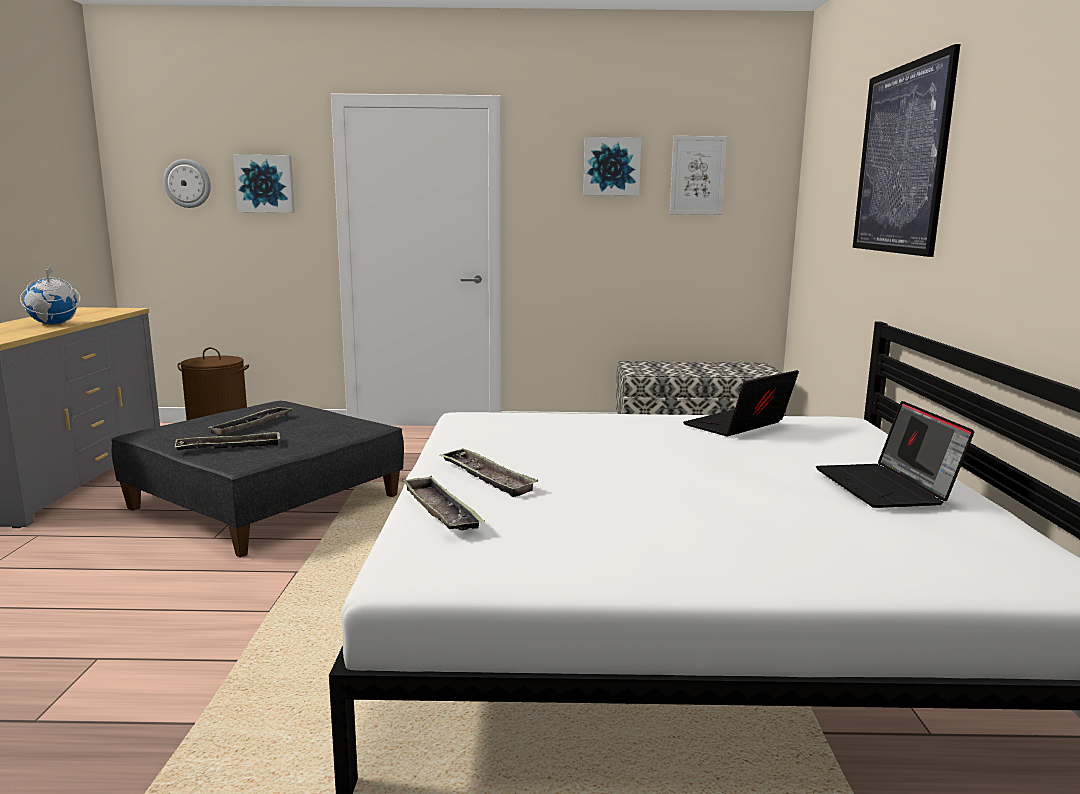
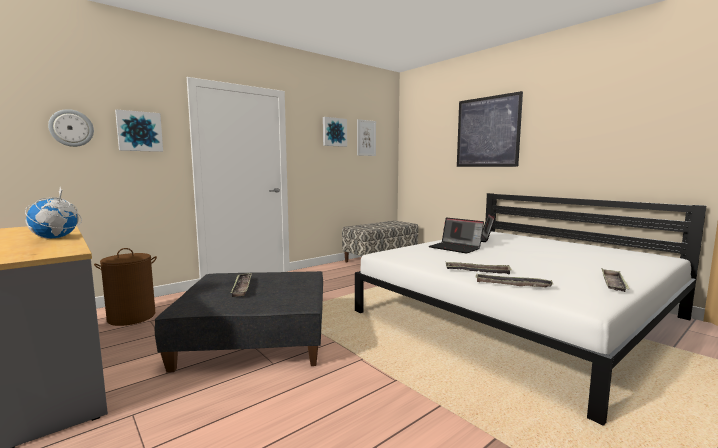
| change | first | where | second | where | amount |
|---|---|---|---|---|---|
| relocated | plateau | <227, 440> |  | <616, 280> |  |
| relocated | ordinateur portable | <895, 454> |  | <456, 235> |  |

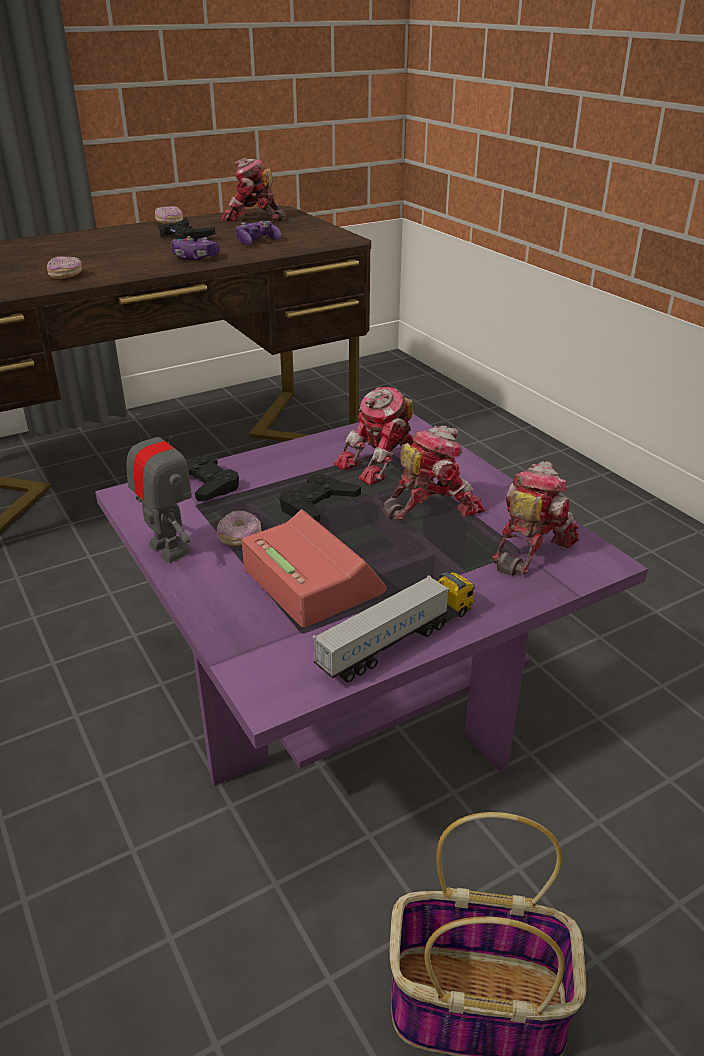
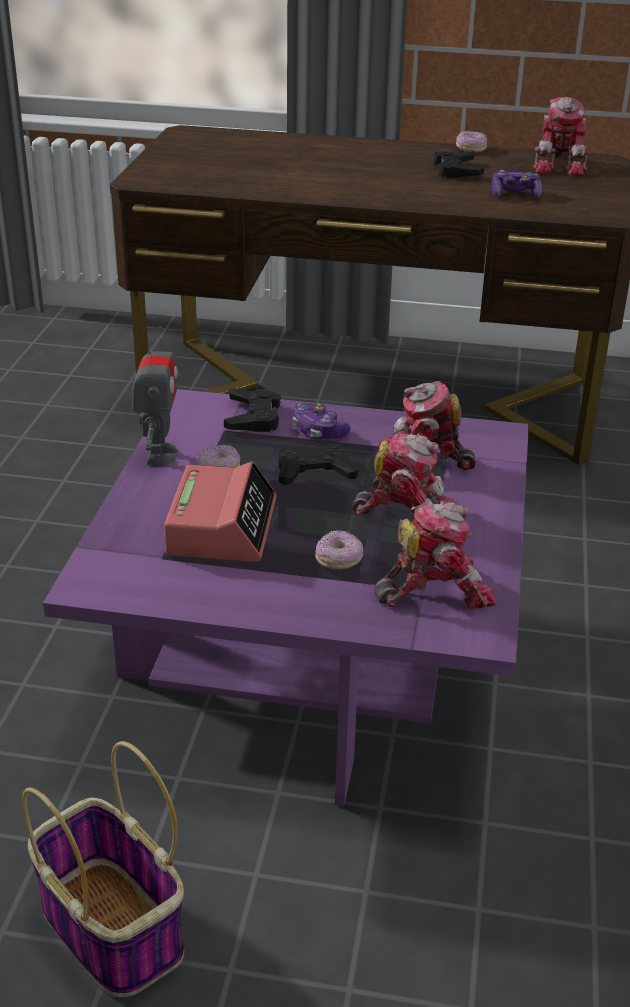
| change | first | where | second | where | amount |
|---|---|---|---|---|---|
| relocated | beignet | <64, 267> |  | <339, 550> |  |
| relocated | manette | <195, 248> |  | <322, 421> |  |
| spun | robot jouet | <253, 190> |  | <561, 136> | 135 degrees counterclockwise |
| missing | camion jouet | <393, 627> |  |  |  |

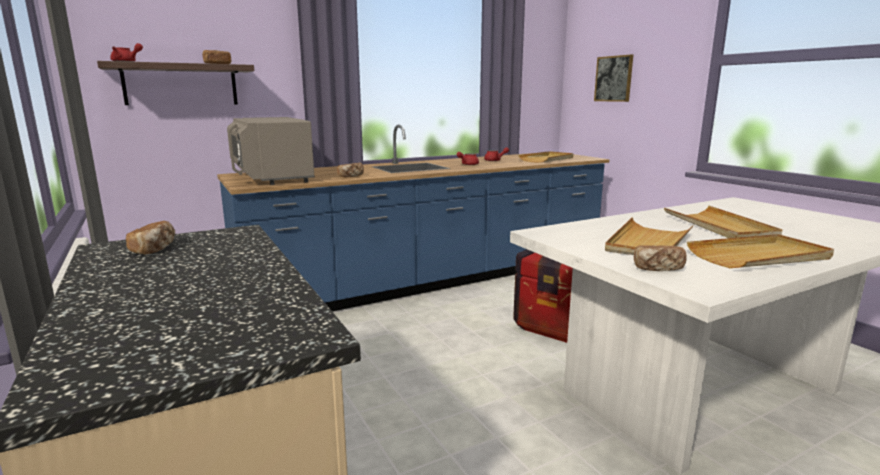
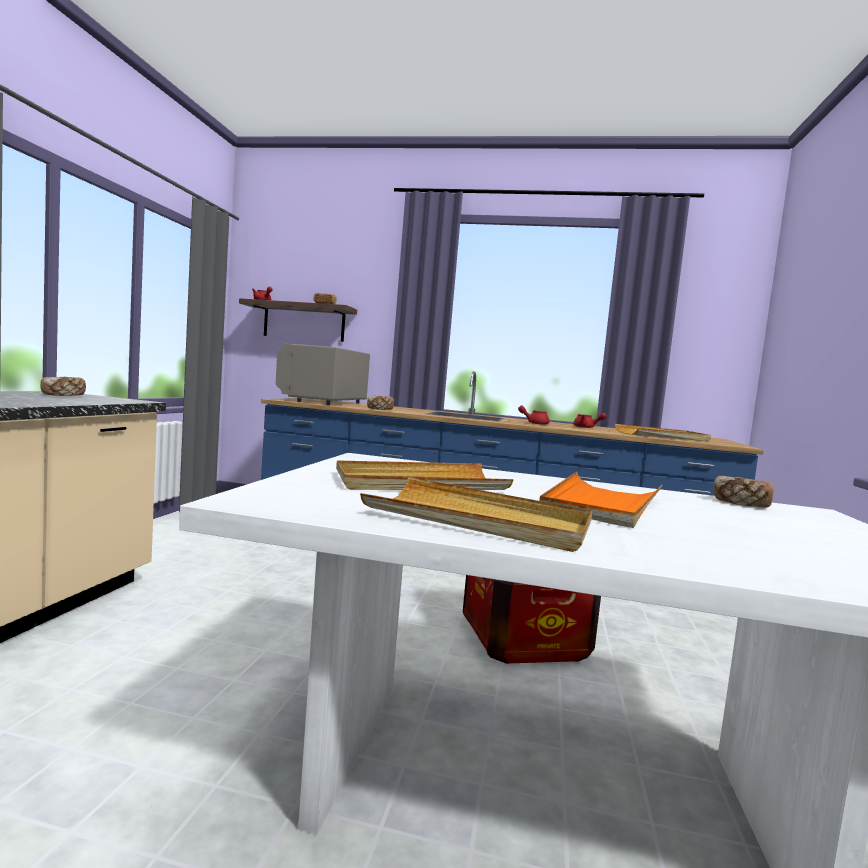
| change | first | where | second | where | amount |
|---|---|---|---|---|---|
| missing | tableau | <613, 78> |  |  |  |
| relocated | pain | <660, 258> |  | <743, 492> |  |
| colour | plateau [beige] | <723, 222> | plateau [orange] | <600, 500> |  |

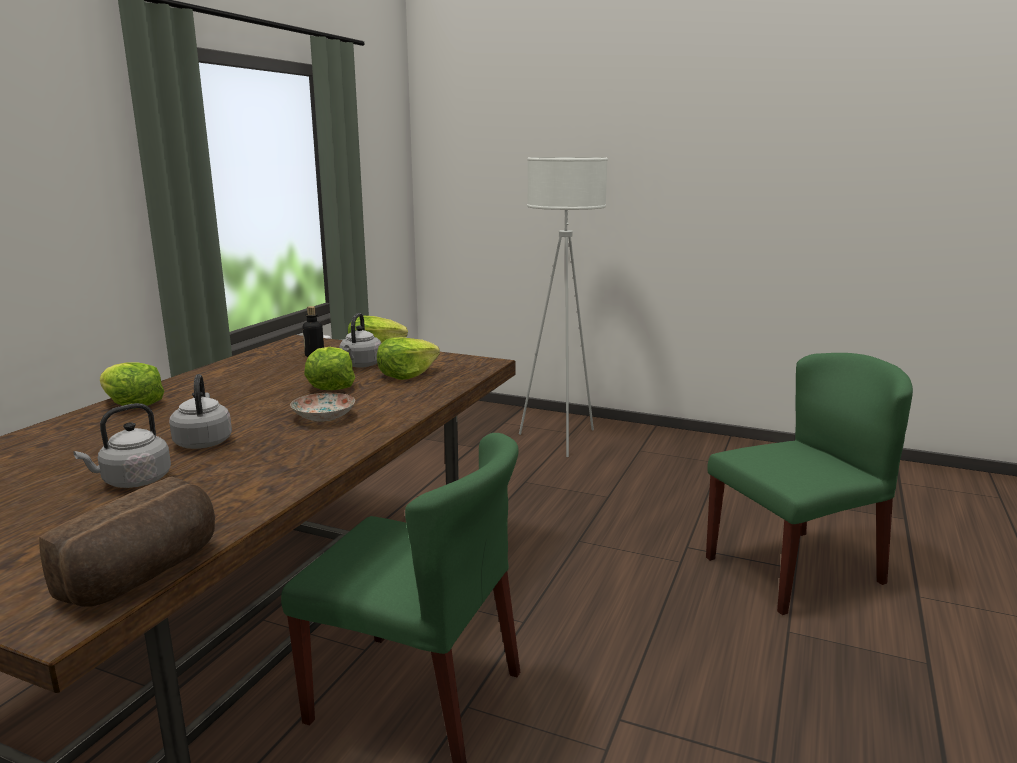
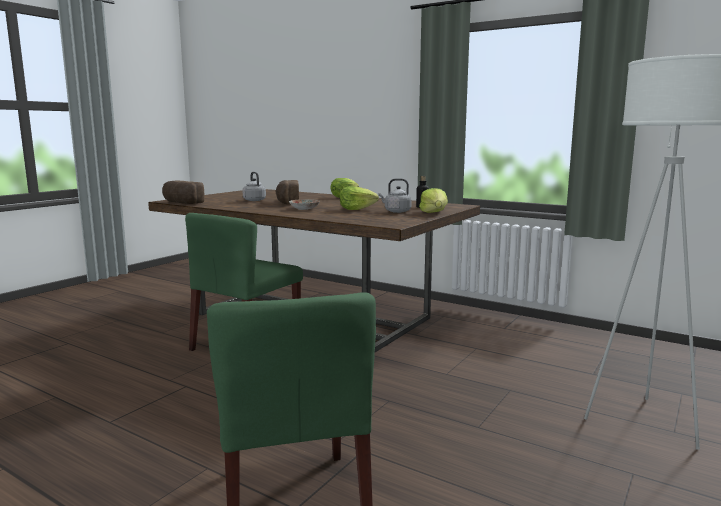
| change | first | where | second | where | amount |
|---|---|---|---|---|---|
| exchanged | bouilloire [gris] | <200, 411> | pain | <287, 192> |  |
| missing | laitue | <408, 358> |  |  |  |

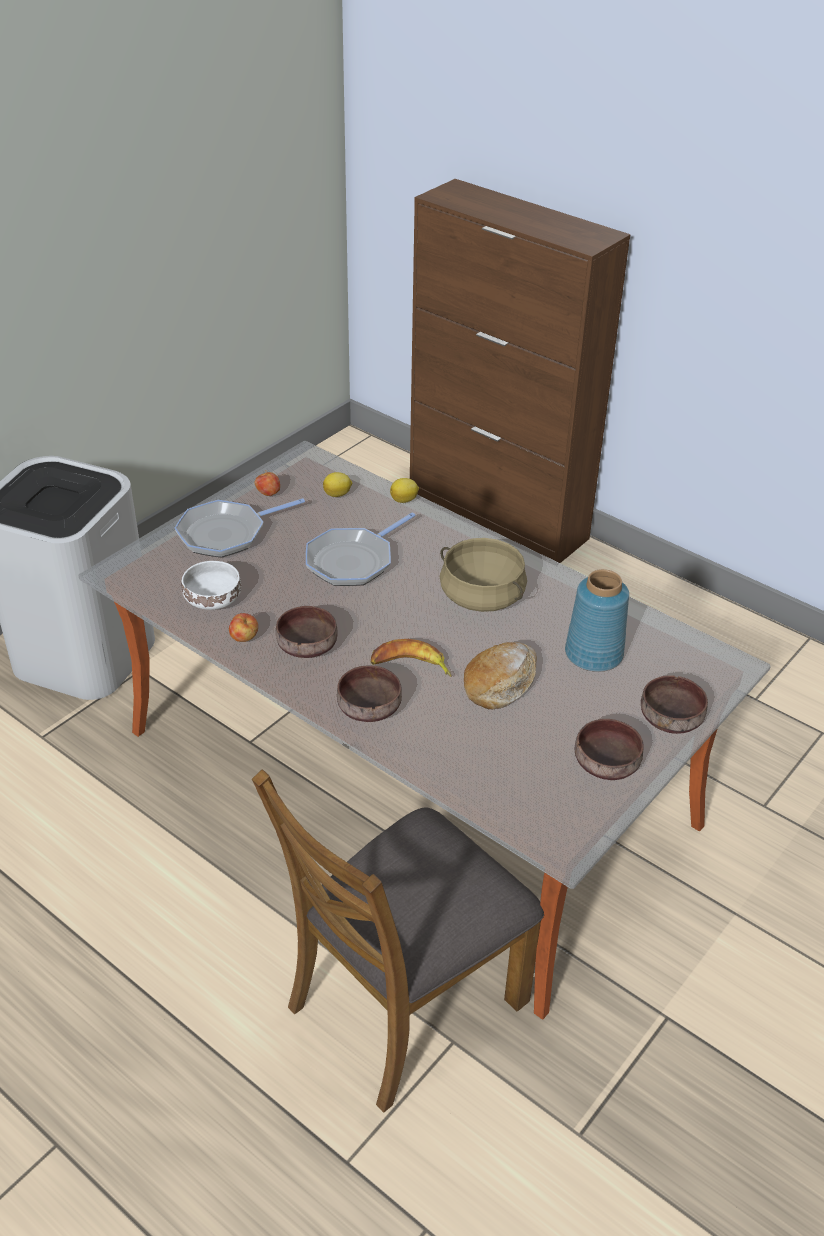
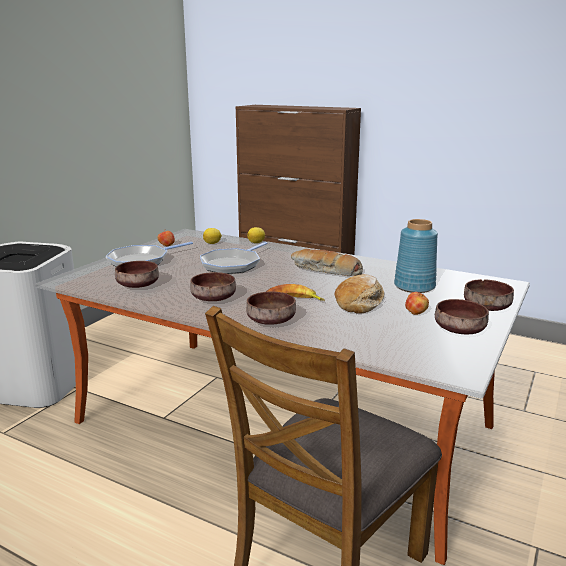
| change | first | where | second | where | amount |
|---|---|---|---|---|---|
| colour | bol [blanc] | <211, 585> | bol [marron] | <137, 274> |  |
| relocated | pomme | <243, 627> |  | <417, 303> |  |
| exchanged | marmite [beige] | <483, 575> | pain | <327, 262> |  |

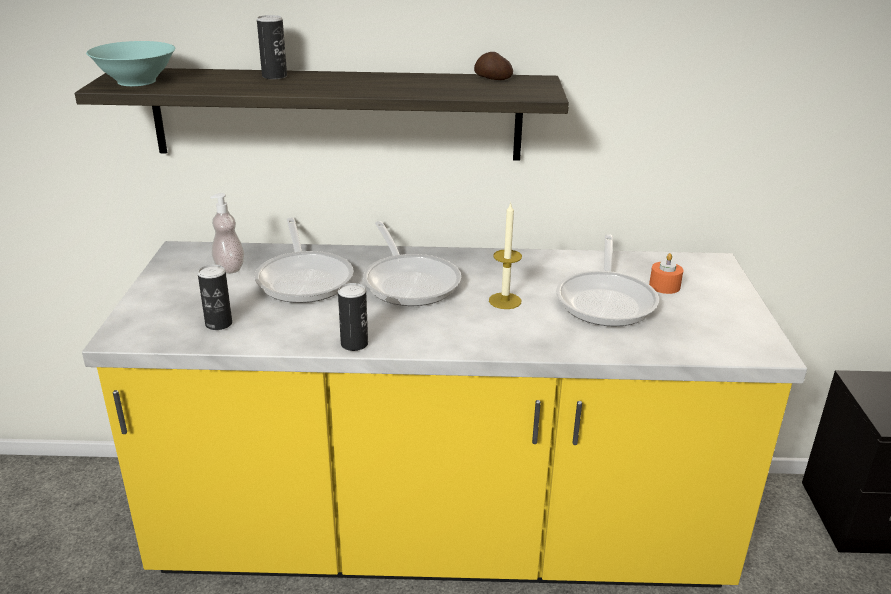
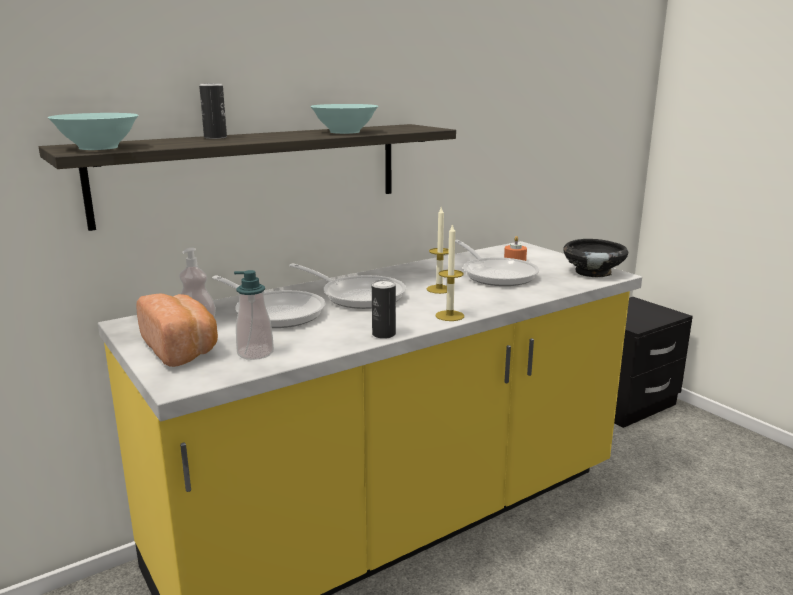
| change | first | where | second | where | amount |
|---|---|---|---|---|---|
| exchanged | boîte métallique | <215, 297> | distributeur de savon | <254, 315> |  |
| missing | pomme de terre | <493, 66> |  |  |  |
| appeared |  |  | pain | <177, 330> |  |
| appeared |  |  | bol [turquoise] | <344, 119> |  |
| appeared |  |  | bougie | <449, 272> |  |
| appeared |  |  | bol [noir] | <595, 258> |  |

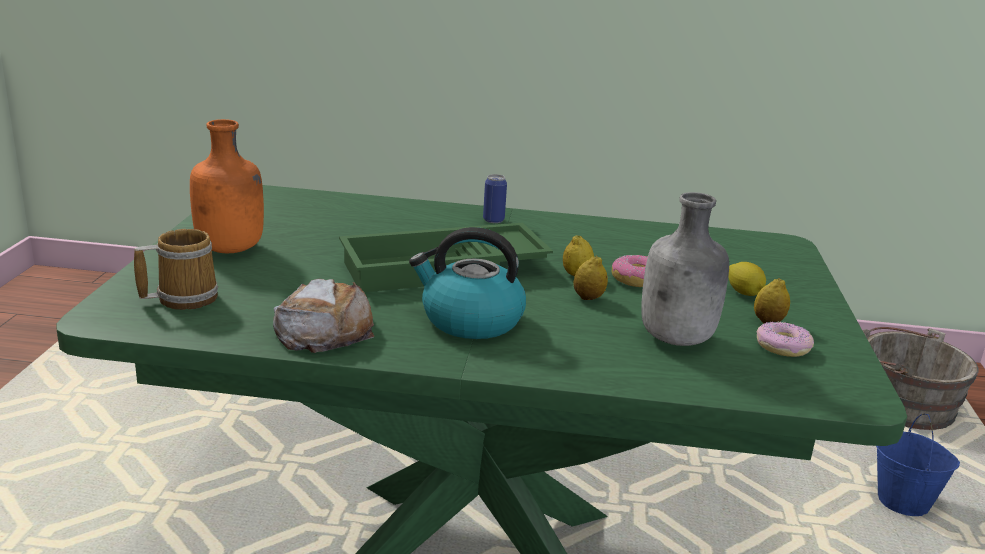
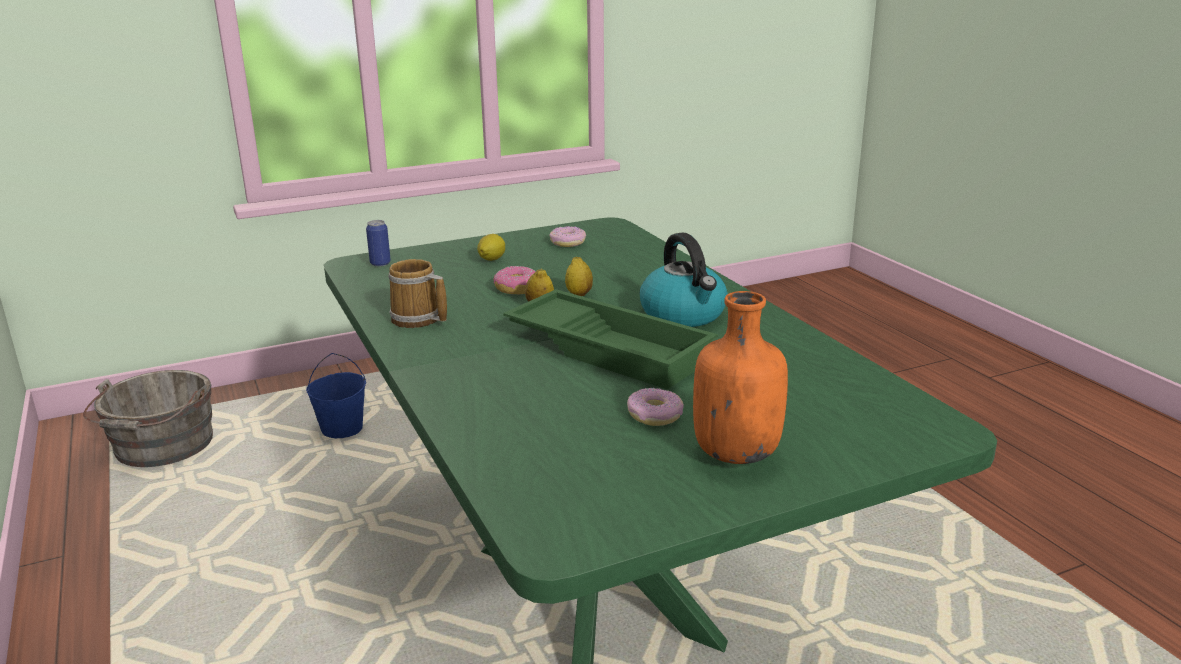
| change | first | where | second | where | amount |
|---|---|---|---|---|---|
| relocated | mug | <176, 269> |  | <417, 293> |  |
| missing | pain | <323, 316> |  |  |  |
| relocated | boîte métallique | <495, 198> |  | <378, 243> |  |
| missing | bouteille [gris] | <685, 269> |  |  |  |
| missing | citron | <772, 300> |  |  |  |
| appeared |  |  | beignet | <655, 407> |  |

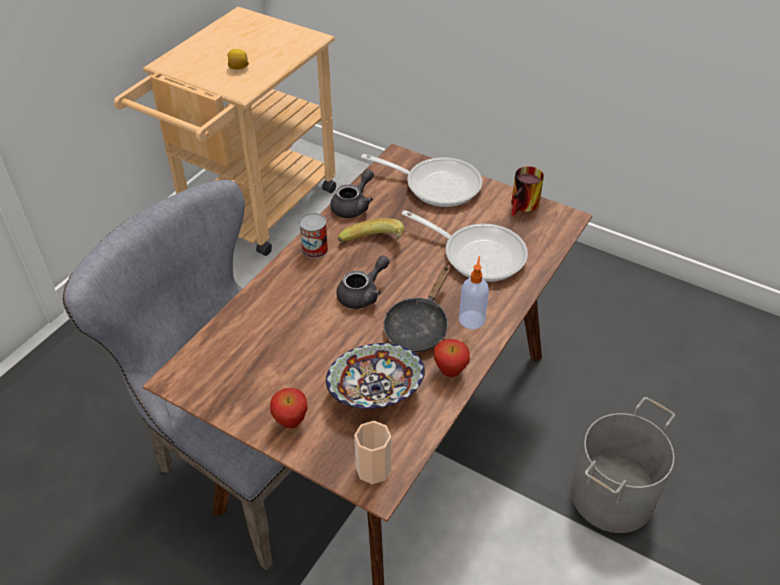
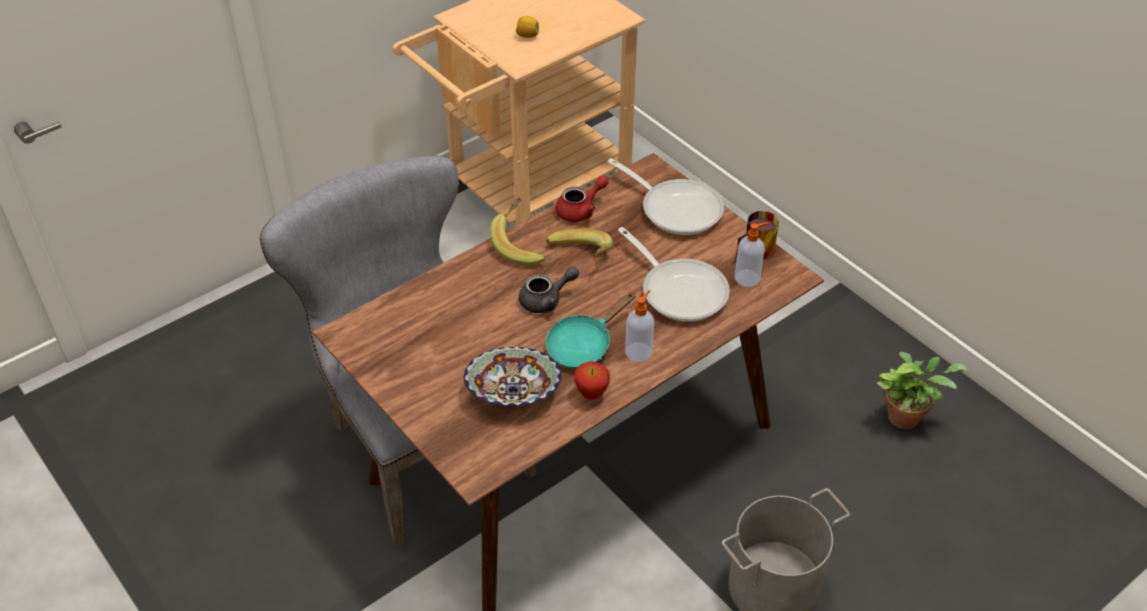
| change | first | where | second | where | amount |
|---|---|---|---|---|---|
| missing | pomme | <289, 408> |  |  |  |
| exchanged | boîte métallique | <313, 235> | banane | <518, 231> |  |
| colour | théière [gris] | <352, 193> | théière [rouge] | <582, 199> |  |
| missing | tasse | <372, 452> |  |  |  |
| colour | poêle [noir] | <417, 308> | poêle [turquoise] | <591, 330> |  |
| appeared |  |  | distributeur de savon | <751, 254> |  |
| appeared |  |  | plante en pot | <923, 390> |  |

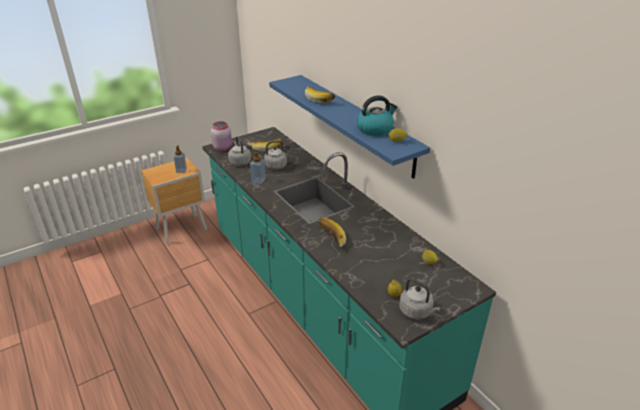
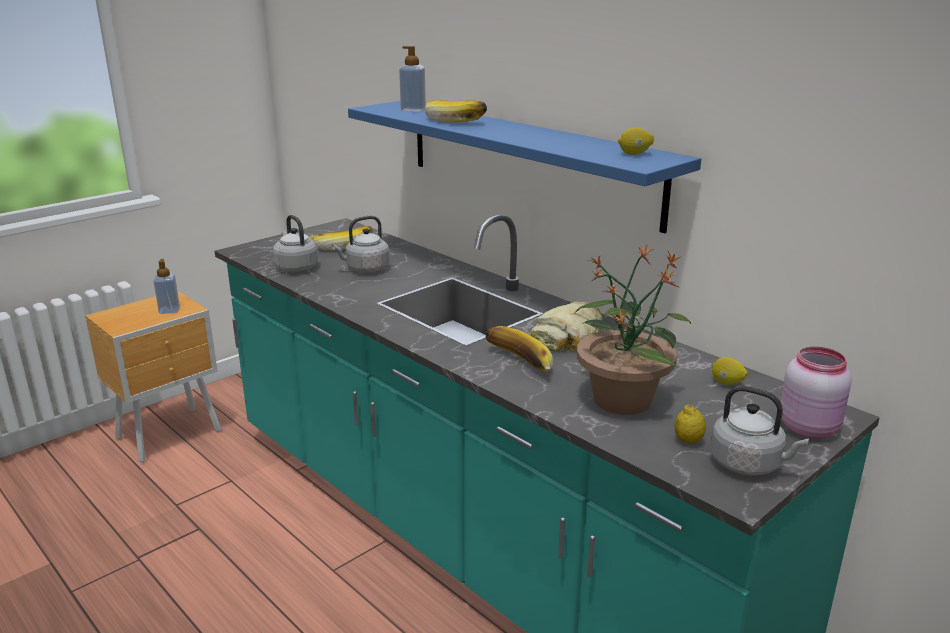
| change | first | where | second | where | amount |
|---|---|---|---|---|---|
| relocated | bocal [rose] | <221, 136> |  | <816, 392> |  |
| relocated | distributeur de savon | <258, 168> |  | <412, 79> |  |
| missing | bouilloire | <377, 115> |  |  |  |
| appeared |  |  | pain | <566, 326> |  |
| appeared |  |  | plante en pot | <633, 330> |  |

